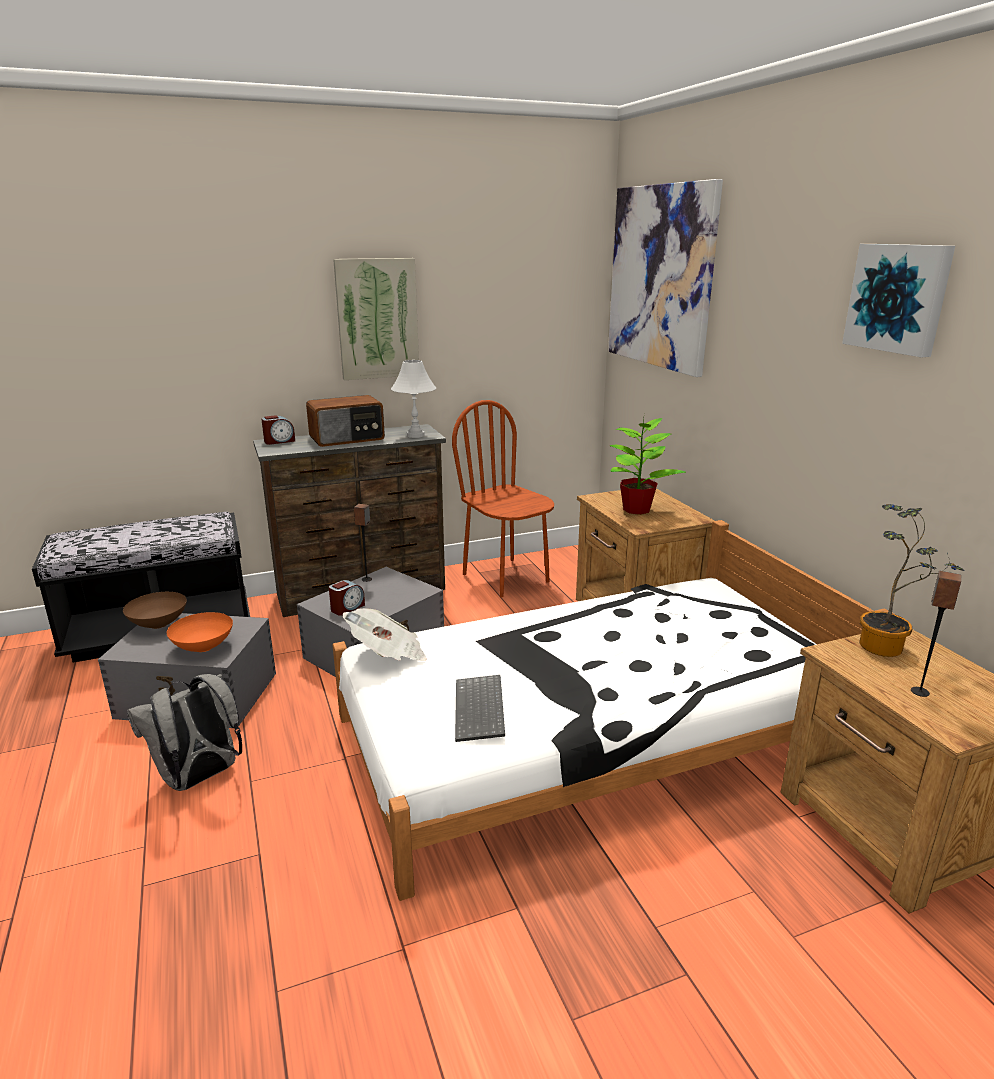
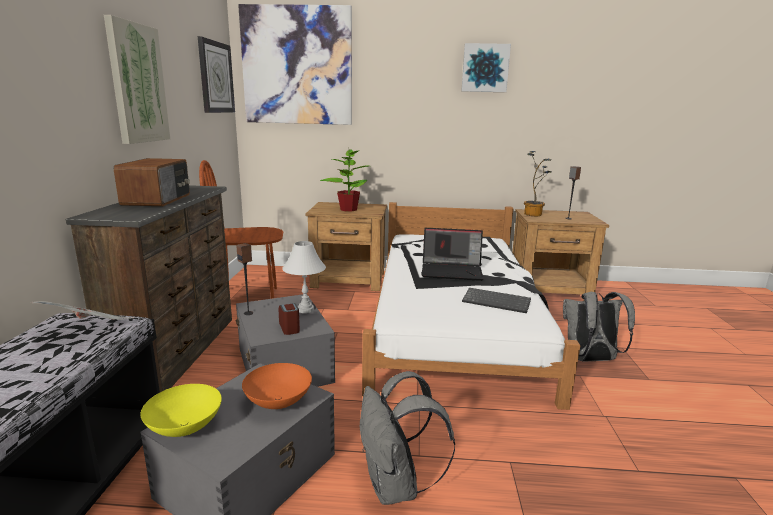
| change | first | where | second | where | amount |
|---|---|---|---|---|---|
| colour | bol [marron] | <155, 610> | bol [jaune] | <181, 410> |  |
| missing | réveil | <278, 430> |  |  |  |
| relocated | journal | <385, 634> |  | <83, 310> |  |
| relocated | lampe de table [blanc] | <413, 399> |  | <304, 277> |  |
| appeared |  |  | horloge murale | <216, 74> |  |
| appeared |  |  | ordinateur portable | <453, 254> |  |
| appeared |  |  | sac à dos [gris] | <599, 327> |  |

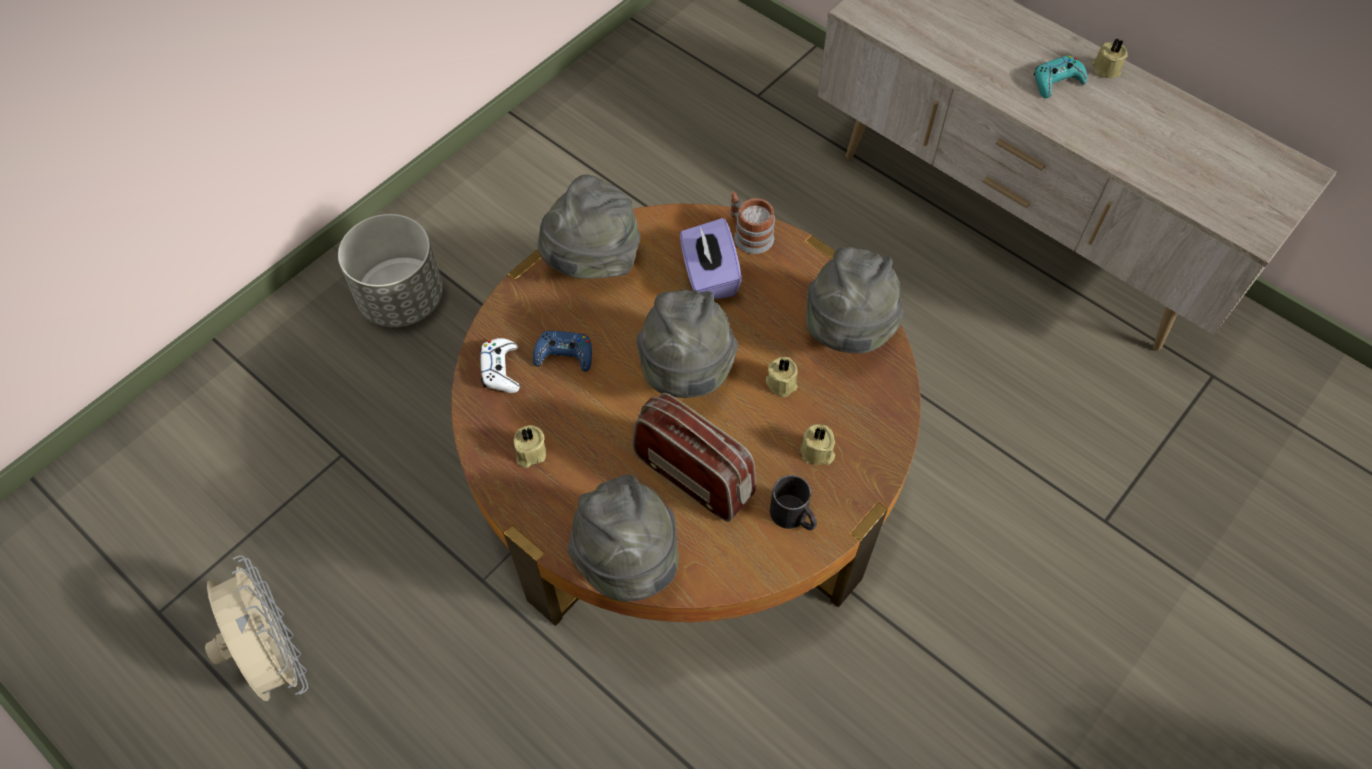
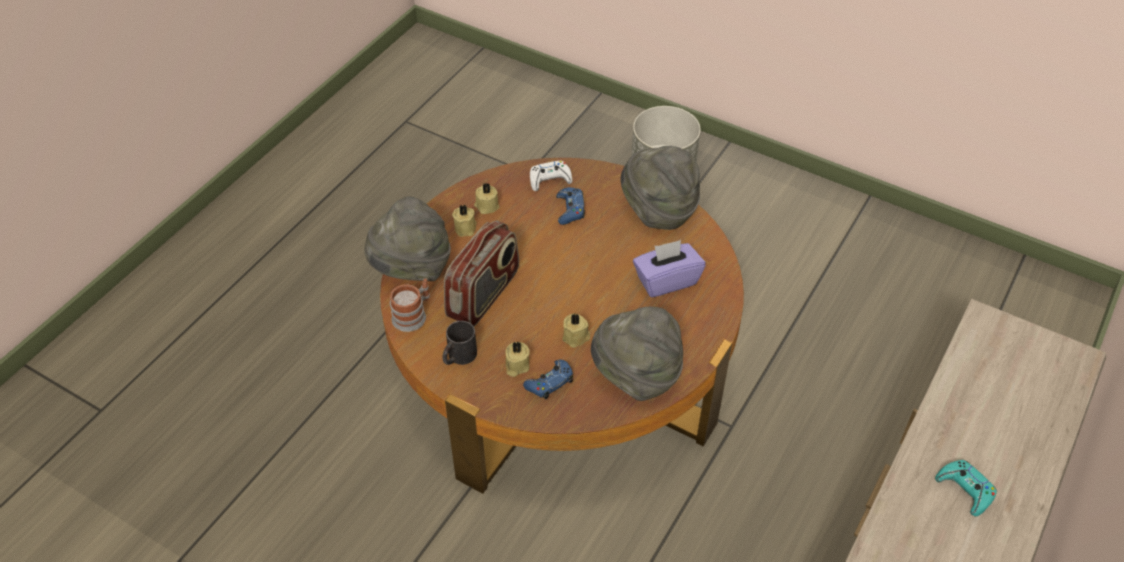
| change | first | where | second | where | amount |
|---|---|---|---|---|---|
| missing | ventilateur [beige] | <256, 628> |  |  |  |
| missing | chapeau [gris] | <687, 344> |  |  |  |
| relocated | mug | <752, 223> |  | <410, 305> |  |
| relocated | bougie [beige] | <1109, 58> |  | <464, 221> |  |
| appeared |  |  | manette [bleu] | <548, 379> |  |

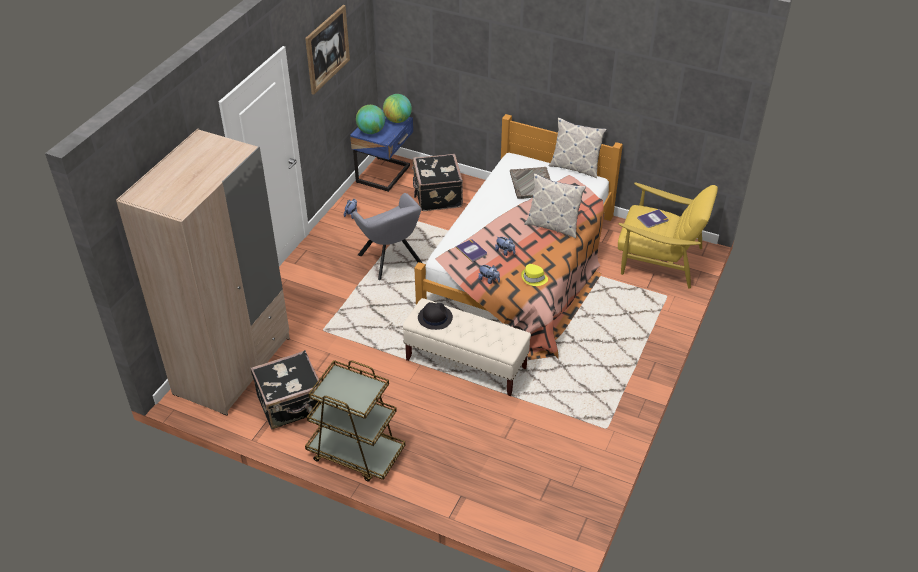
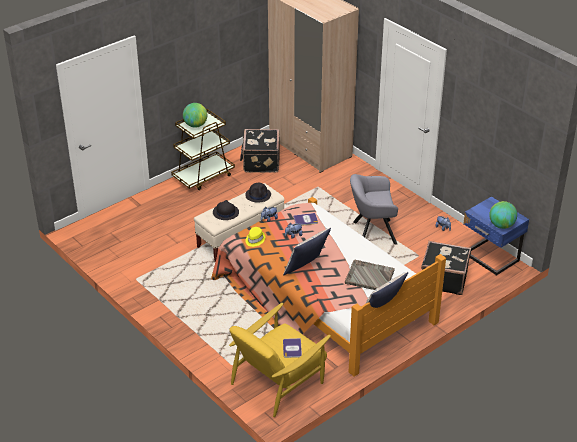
| change | first | where | second | where | amount |
|---|---|---|---|---|---|
| missing | tableau | <327, 50> |  |  |  |
| relocated | globe | <370, 119> |  | <195, 115> |  |
| appeared |  |  | chapeau [noir] | <226, 210> |  |

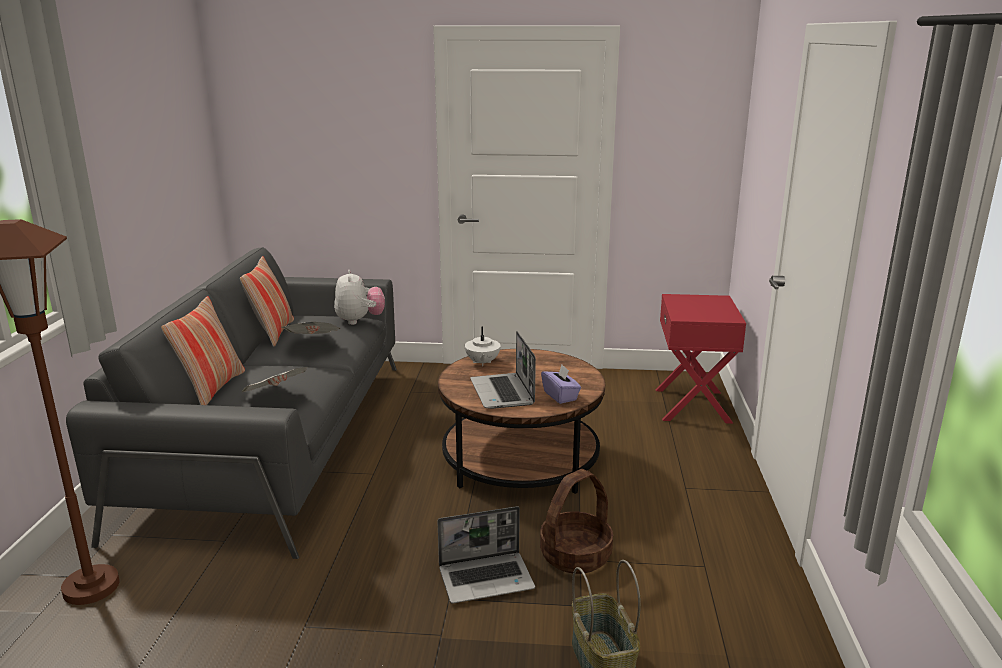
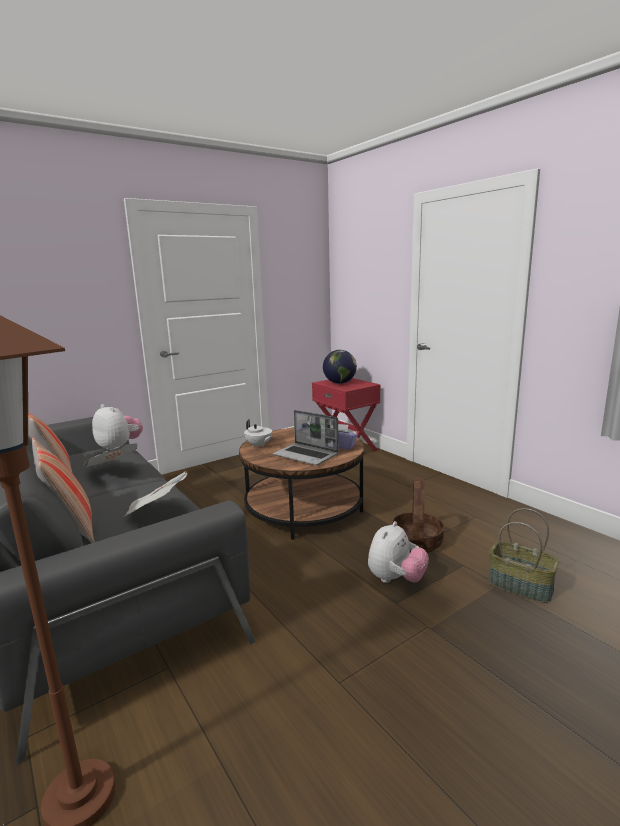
| change | first | where | second | where | amount |
|---|---|---|---|---|---|
| exchanged | ordinateur portable | <486, 555> | peluche | <398, 552> |  |
| appeared |  |  | globe | <340, 367> |  |

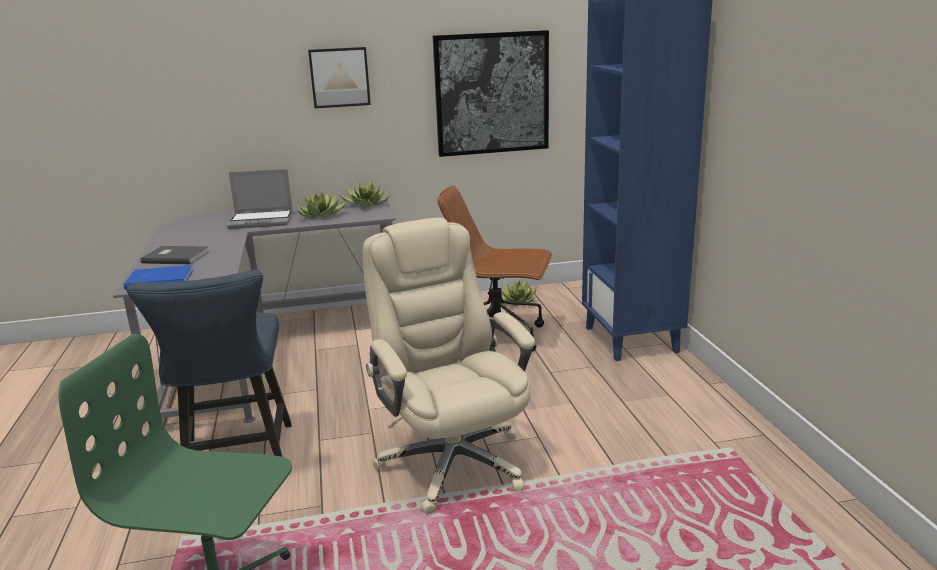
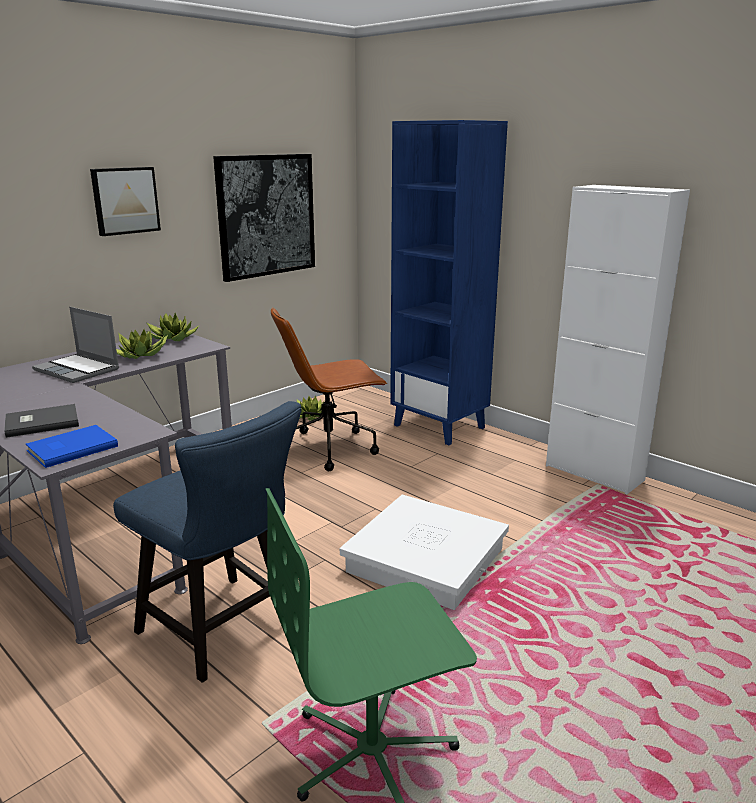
| change | first | where | second | where | amount |
|---|---|---|---|---|---|
| spun | ordinateur portable | <260, 199> |  | <75, 345> | 75 degrees clockwise |
| exchanged | chaise de bureau [beige] | <449, 366> | boîte de rangement [blanc] | <424, 552> |  |
| appeared |  |  | meuble de rangement [blanc] | <618, 339> |  |

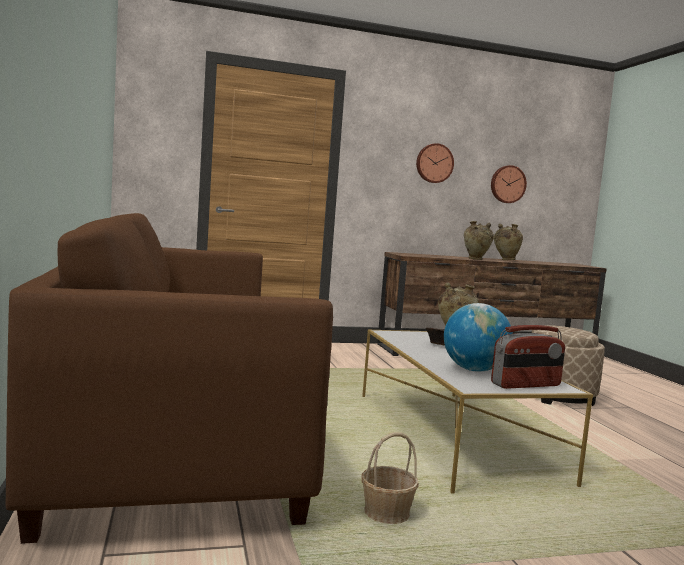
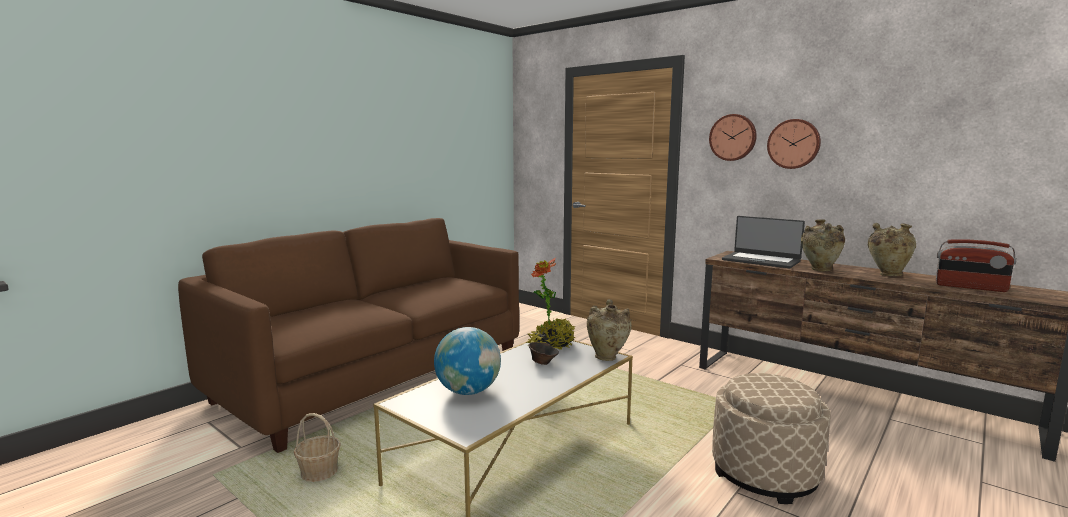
| change | first | where | second | where | amount |
|---|---|---|---|---|---|
| relocated | horloge murale | <509, 184> |  | <733, 137> |  |
| relocated | radio | <528, 357> |  | <976, 265> |  |
| appeared |  |  | plante en pot | <550, 303> |  |
| appeared |  |  | ordinateur portable | <763, 242> |  |

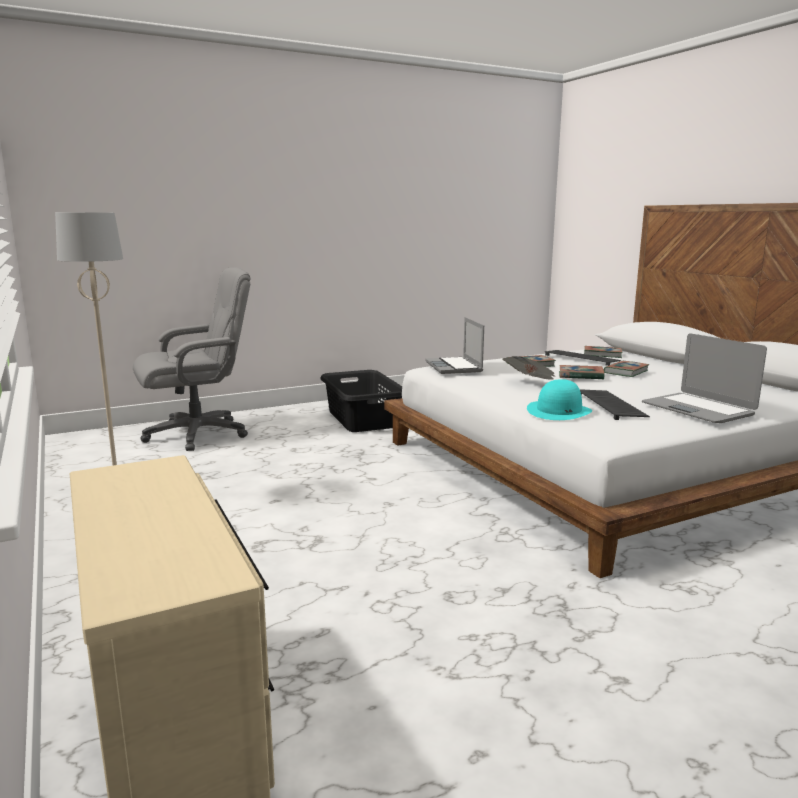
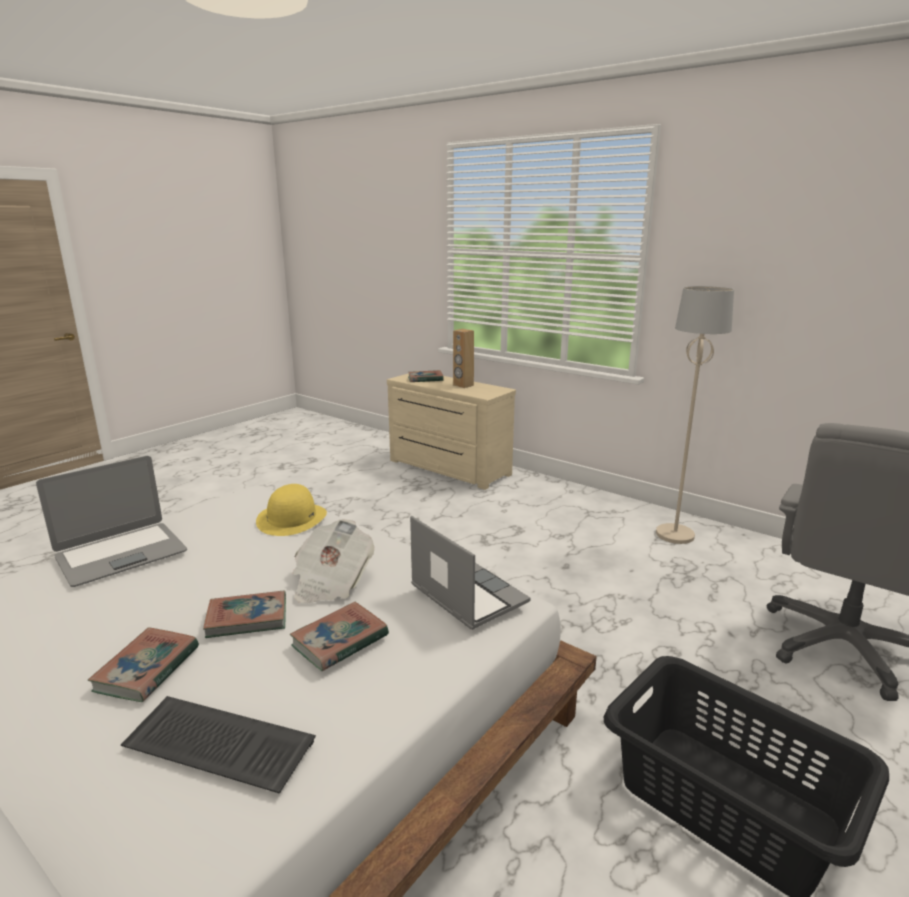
| change | first | where | second | where | amount |
|---|---|---|---|---|---|
| colour | chapeau [turquoise] | <559, 399> | chapeau [jaune] | <291, 510> |  |
| missing | clavier | <615, 404> |  |  |  |
| relocated | livre | <603, 352> |  | <426, 376> |  |
| spun | ordinateur portable | <704, 378> |  | <111, 521> | 105 degrees clockwise |
| appeared |  |  | enceinte [marron] | <463, 358> |  |

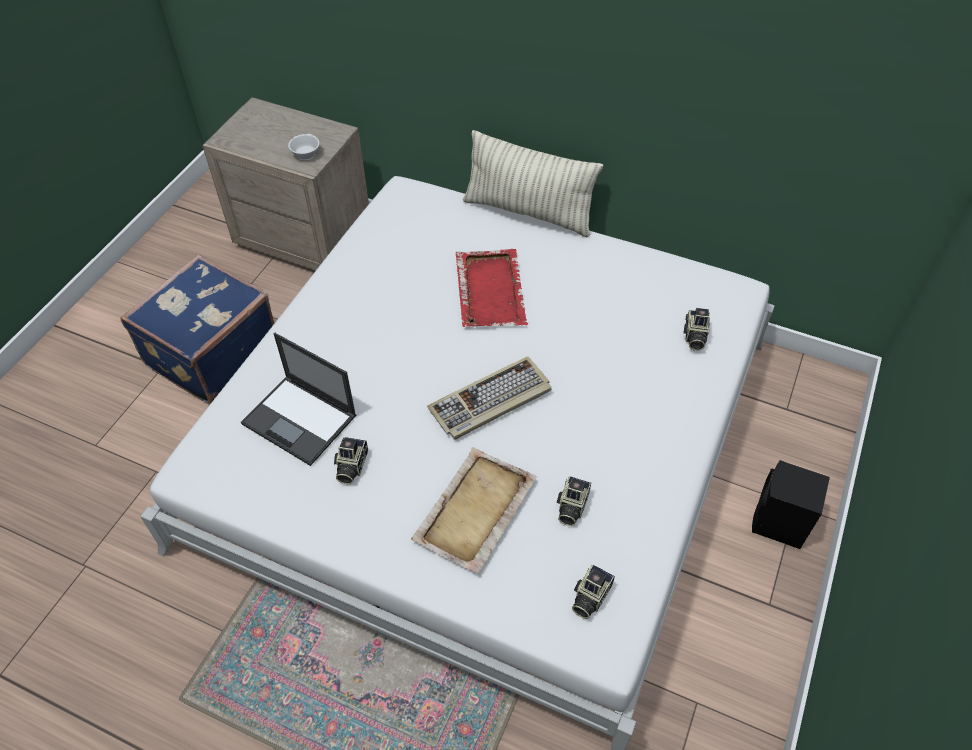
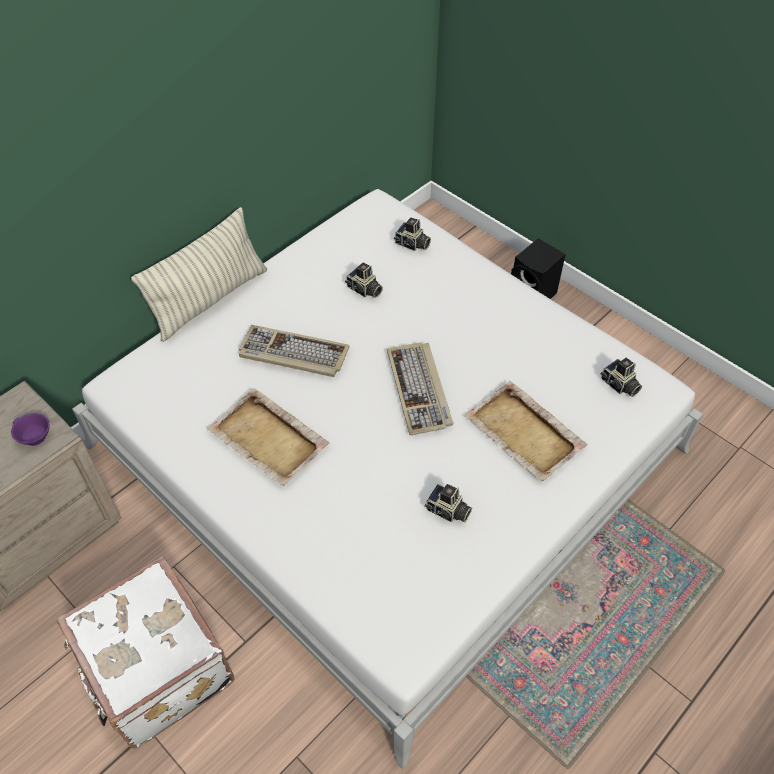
| change | first | where | second | where | amount |
|---|---|---|---|---|---|
| colour | valise [bleu] | <197, 329> | valise [blanc] | <146, 652> |  |
| missing | ordinateur portable | <298, 399> |  |  |  |
| colour | tasse [blanc] | <304, 147> | tasse [violet] | <30, 429> |  |
| exchanged | plateau [rouge] | <492, 288> | clavier | <294, 351> |  |
| relocated | appareil photo | <574, 501> |  | <364, 280> |  |
| appeared |  |  | plateau [beige] | <268, 437> |  |

